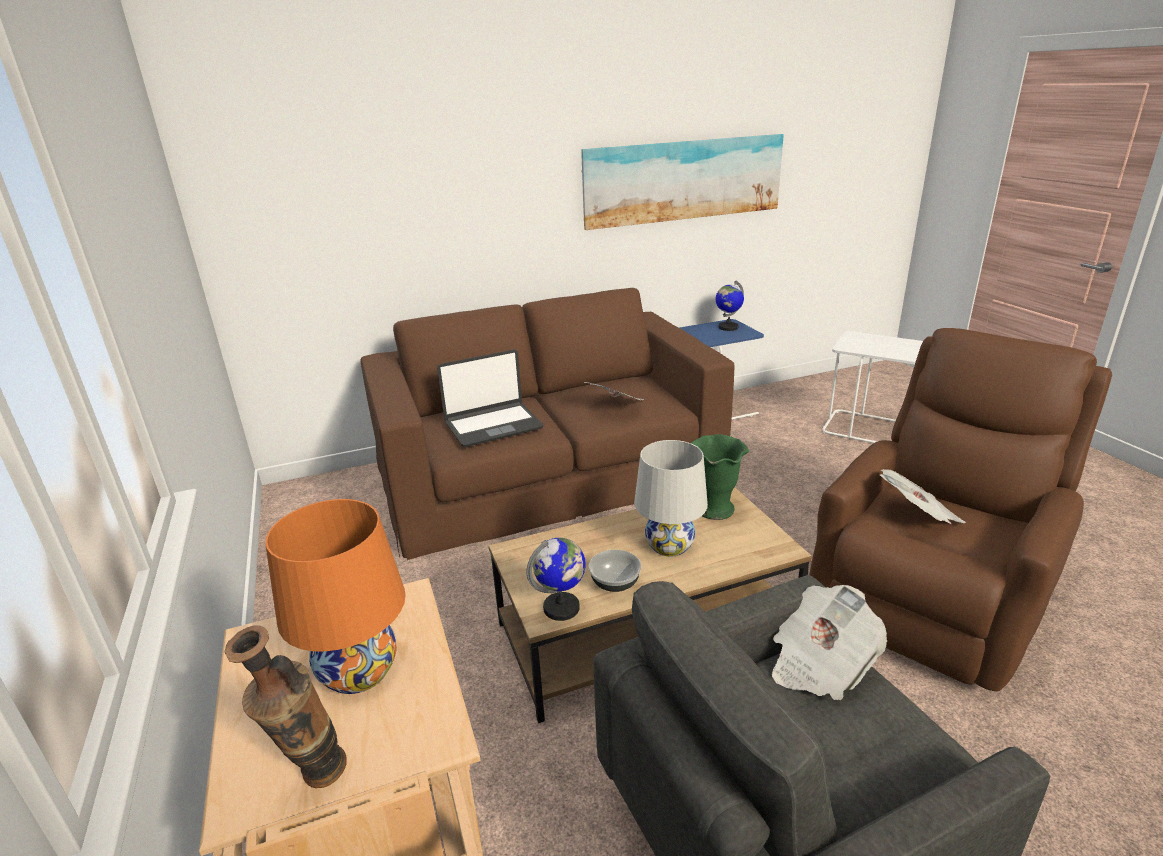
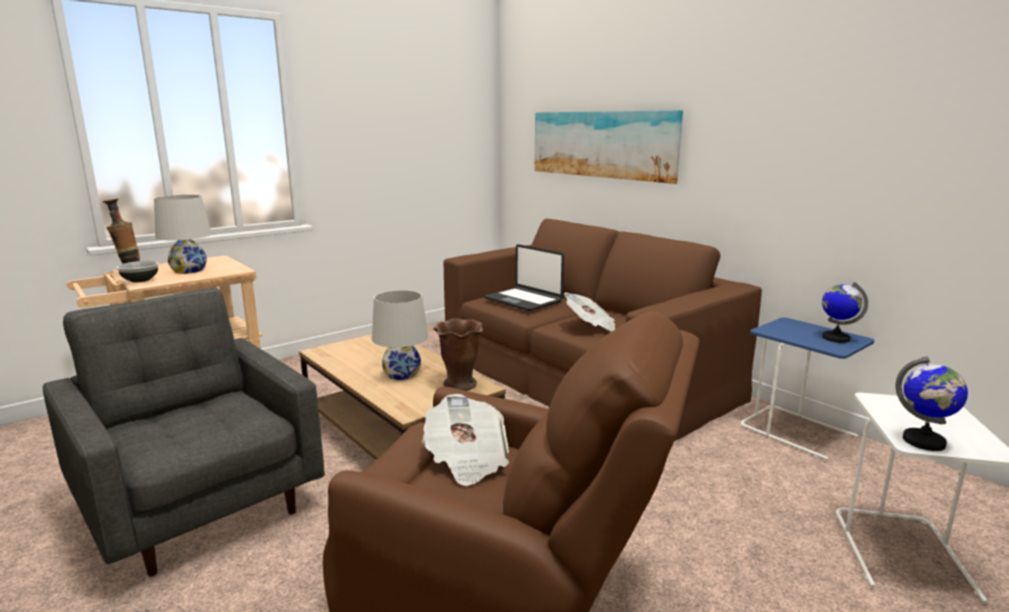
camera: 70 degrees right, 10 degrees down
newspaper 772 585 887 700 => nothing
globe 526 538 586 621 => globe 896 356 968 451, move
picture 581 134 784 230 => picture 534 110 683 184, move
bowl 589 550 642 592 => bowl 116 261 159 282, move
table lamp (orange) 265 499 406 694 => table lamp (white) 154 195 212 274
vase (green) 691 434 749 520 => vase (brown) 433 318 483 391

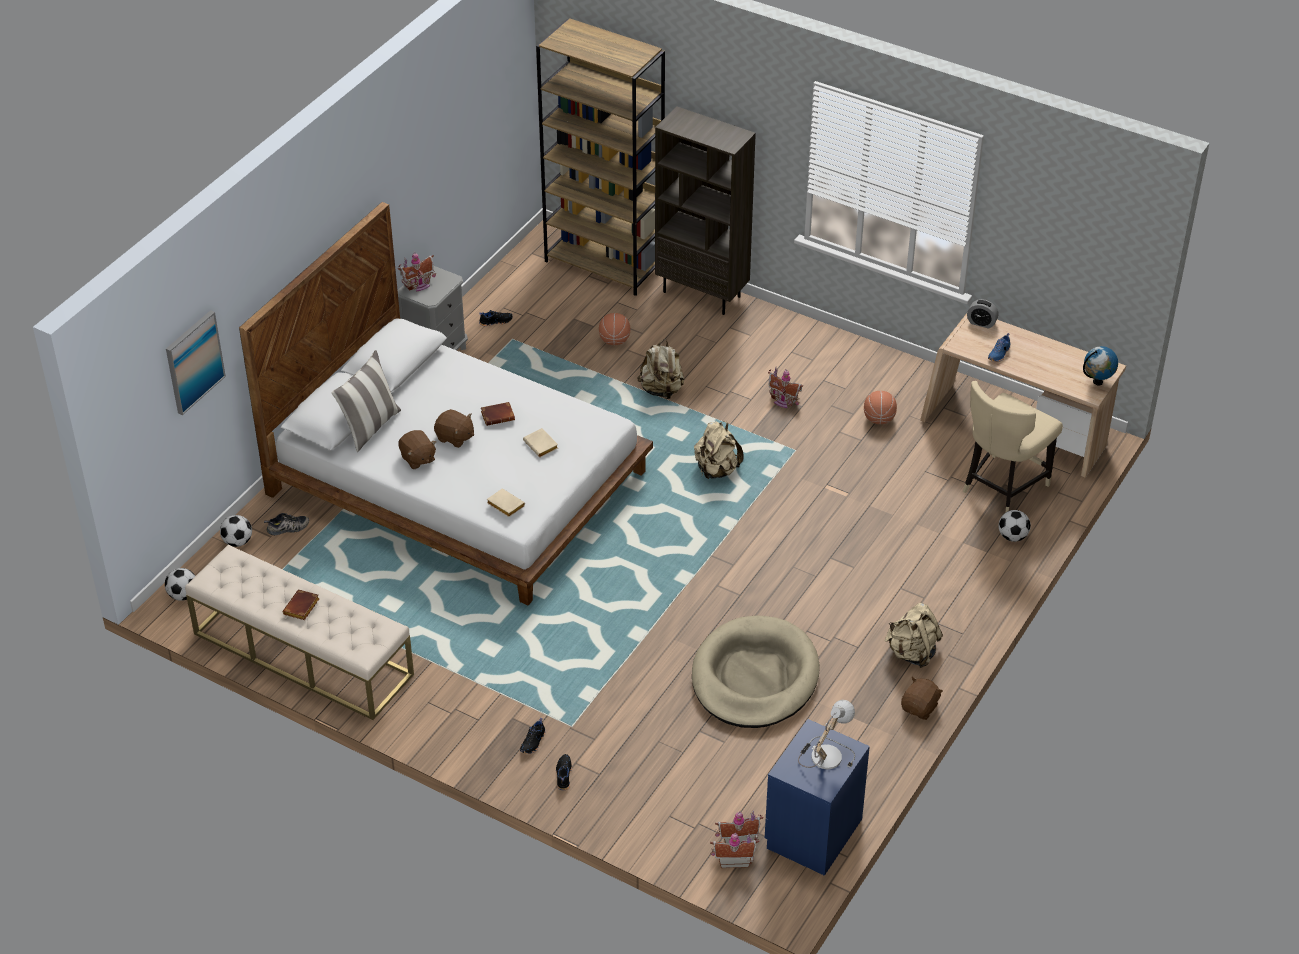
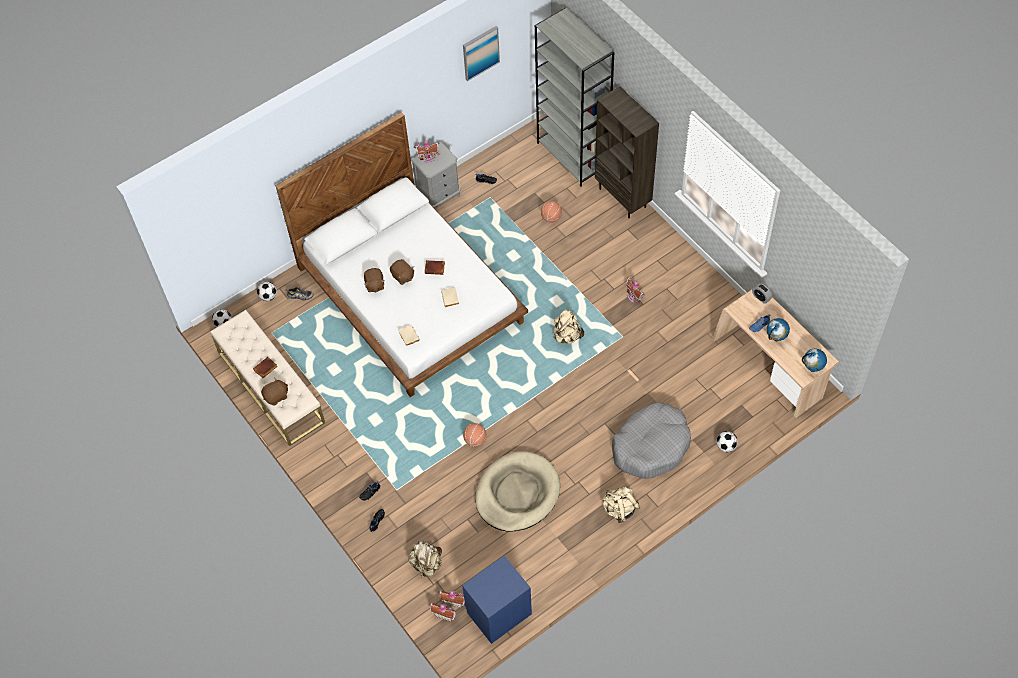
camera: 25 degrees right, 15 degrees up
pillow 331 350 401 452 => nothing
table lamp 798 700 855 770 => nothing
chair (beige) 963 381 1063 512 => nothing
nothing => dog bed (grey) 612 402 691 479
nothing => globe 767 318 790 341
picture 166 310 226 415 => picture 463 26 500 81, move
backpack (beige) 637 339 685 399 => backpack (beige) 408 541 442 577, move
basketball 864 391 897 424 => basketball 463 423 486 447, move
plush toy (brown) 901 676 943 720 => plush toy (brown) 261 379 288 406, move
bookcase (brown) 536 19 665 296 => bookcase (grey) 535 7 614 186

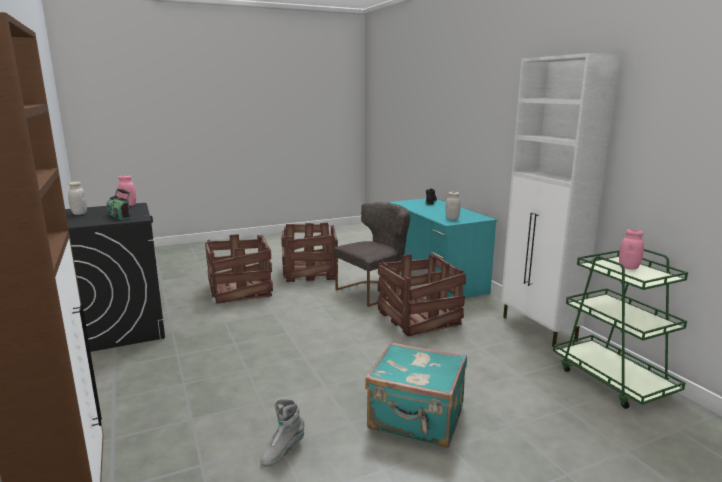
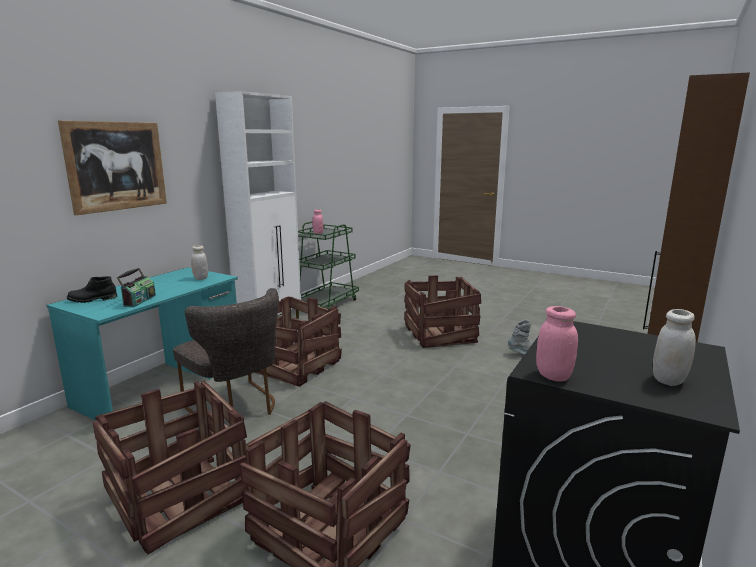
camera: 125 degrees left, 0 degrees up
nothing => picture 58 120 167 215
radio 107 188 131 220 => radio 117 268 156 307, move
suitcase (turquoise) 365 342 467 447 => crate 404 275 481 348
chair (grey) 334 202 410 307 => chair (grey) 173 288 279 427, 150 degrees counterclockwise

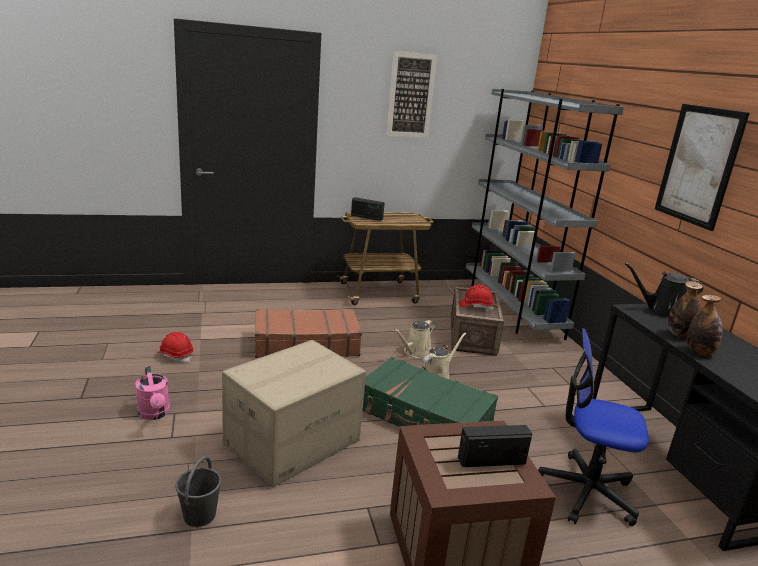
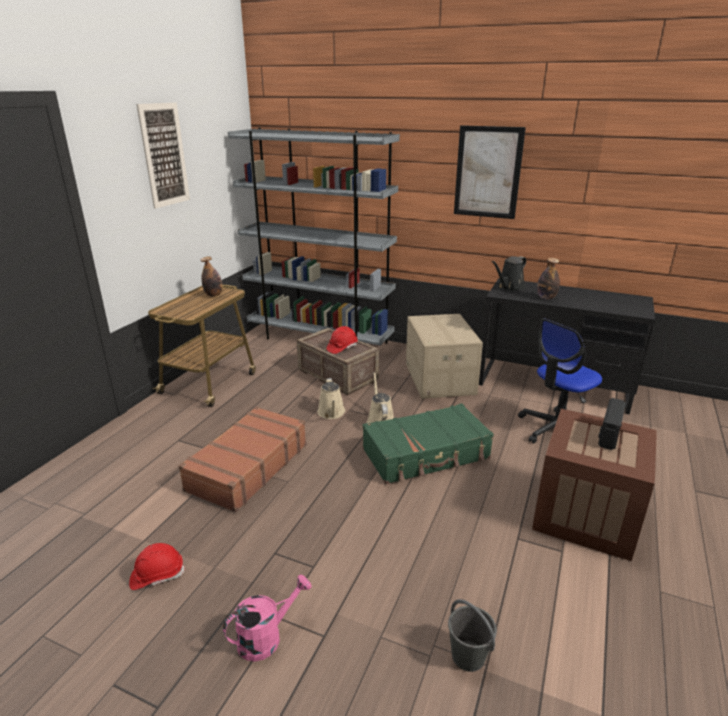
camera: 50 degrees left, 5 degrees up
radio 351 197 385 221 => nothing
cardboard box 222 340 366 487 => cardboard box 406 314 483 399, move
bottle 687 295 722 356 => bottle 201 256 223 296, move
watering can (pink) 135 366 170 420 => watering can (pink) 223 575 312 662, 45 degrees counterclockwise

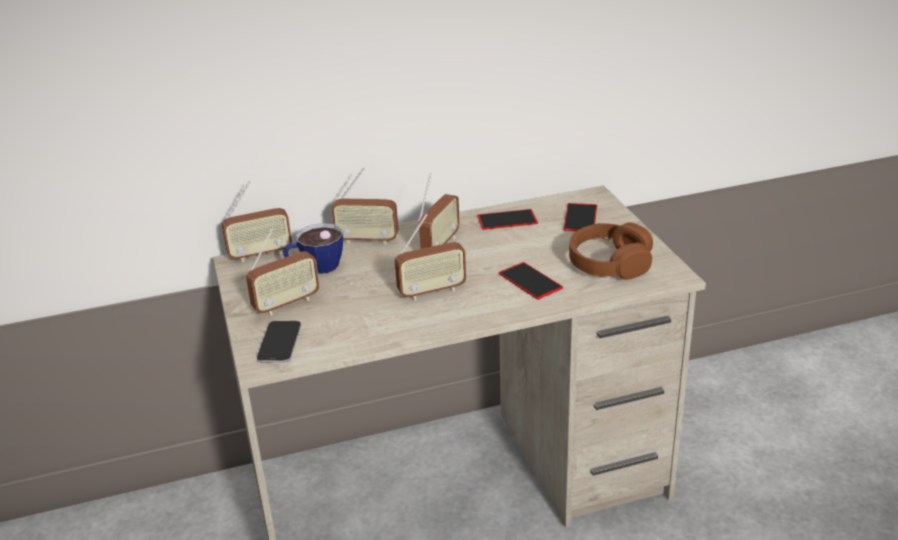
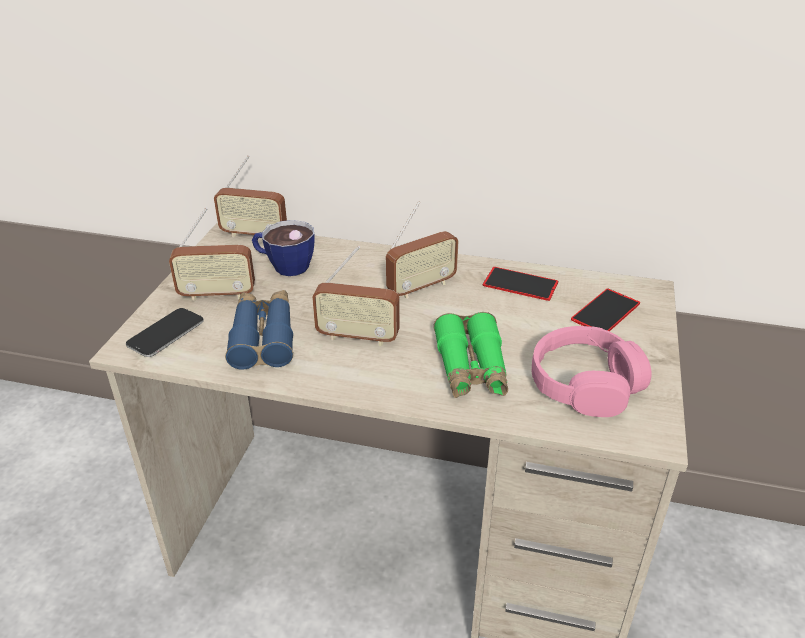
camera: 30 degrees right, 5 degrees up
radio 331 168 398 245 => nothing
nothing => binoculars (blue) 225 290 293 370
phone 499 262 563 300 => binoculars (green) 433 312 508 398
headphones (brown) 569 222 653 280 => headphones (pink) 532 326 652 417

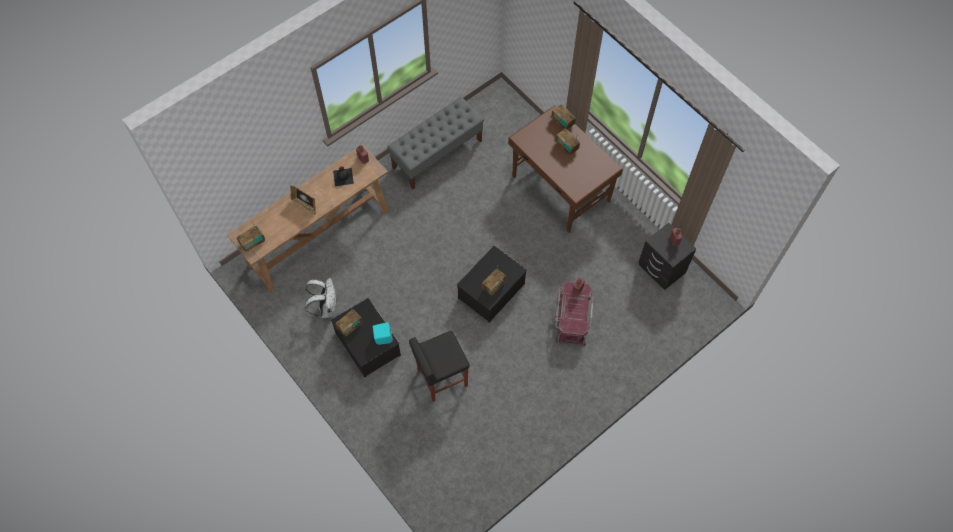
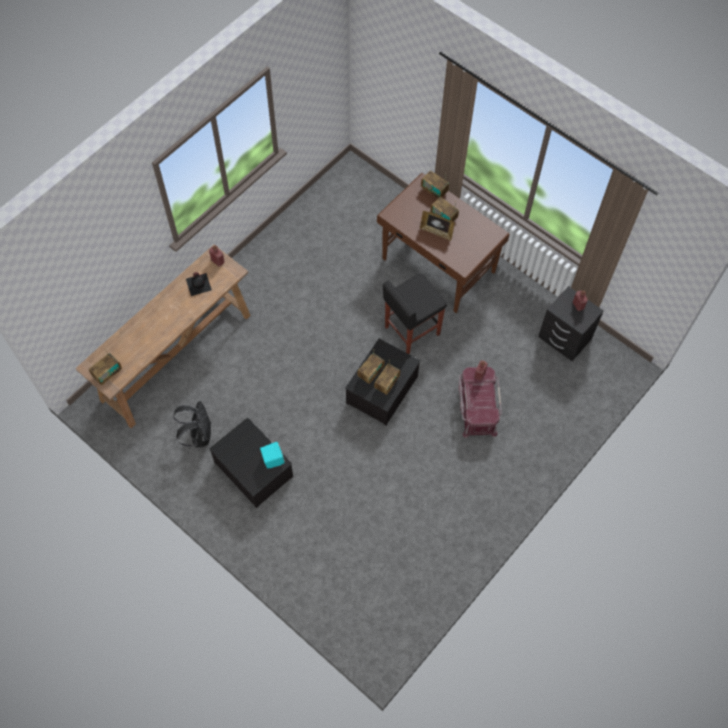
camera: 10 degrees left, 0 degrees up
bench (grey) 387 97 484 190 => nothing
picture frame 290 185 316 215 => picture frame 420 211 455 241, move
radio 336 309 363 337 => radio 358 349 385 384, move
stool (black) 409 331 470 402 => stool (black) 383 273 447 354, move
backpack (white) 305 278 337 318 => backpack (black) 173 401 211 448

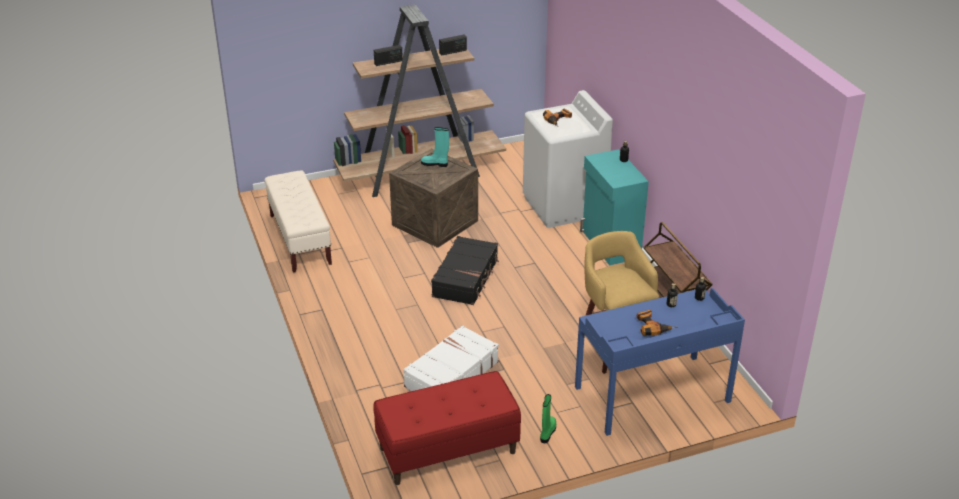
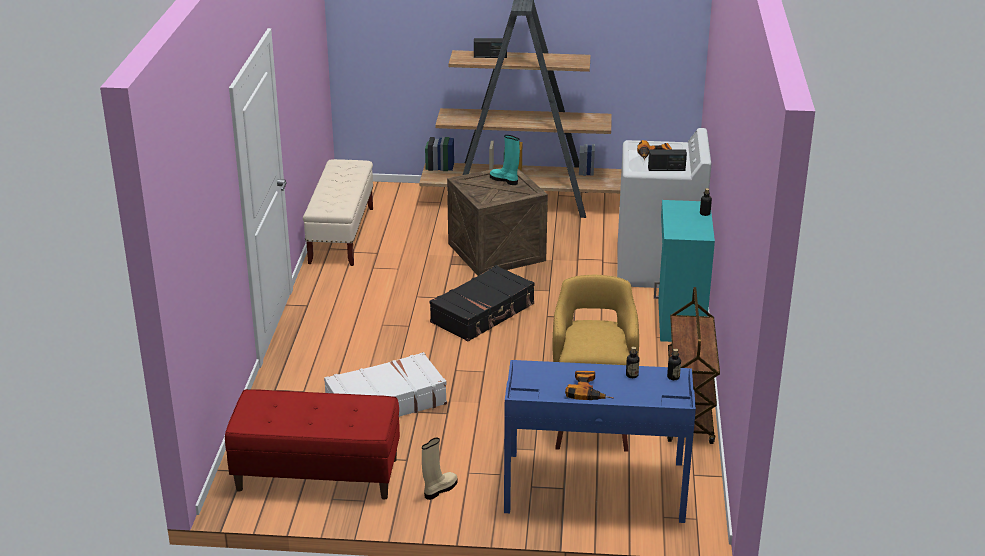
camera: 25 degrees right, 5 degrees down
radio 439 35 467 55 => radio 648 150 687 171, move
boot (green) 540 394 556 443 => boot (beige) 422 437 458 500

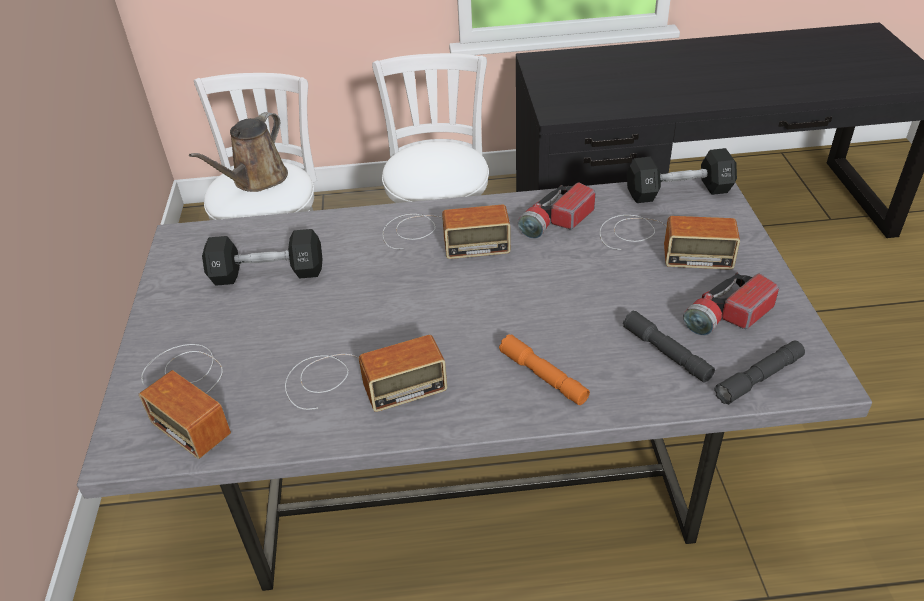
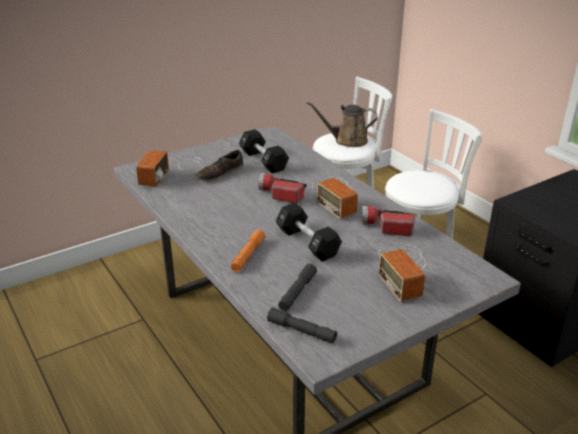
camera: 60 degrees right, 10 degrees down
radio 285 335 447 412 => nothing
nothing => shoe (brown) 196 150 243 181
dumbbell (black) 627 148 737 203 => dumbbell (black) 275 203 342 261, move
flashlight 683 273 779 336 => flashlight 259 173 307 204, move

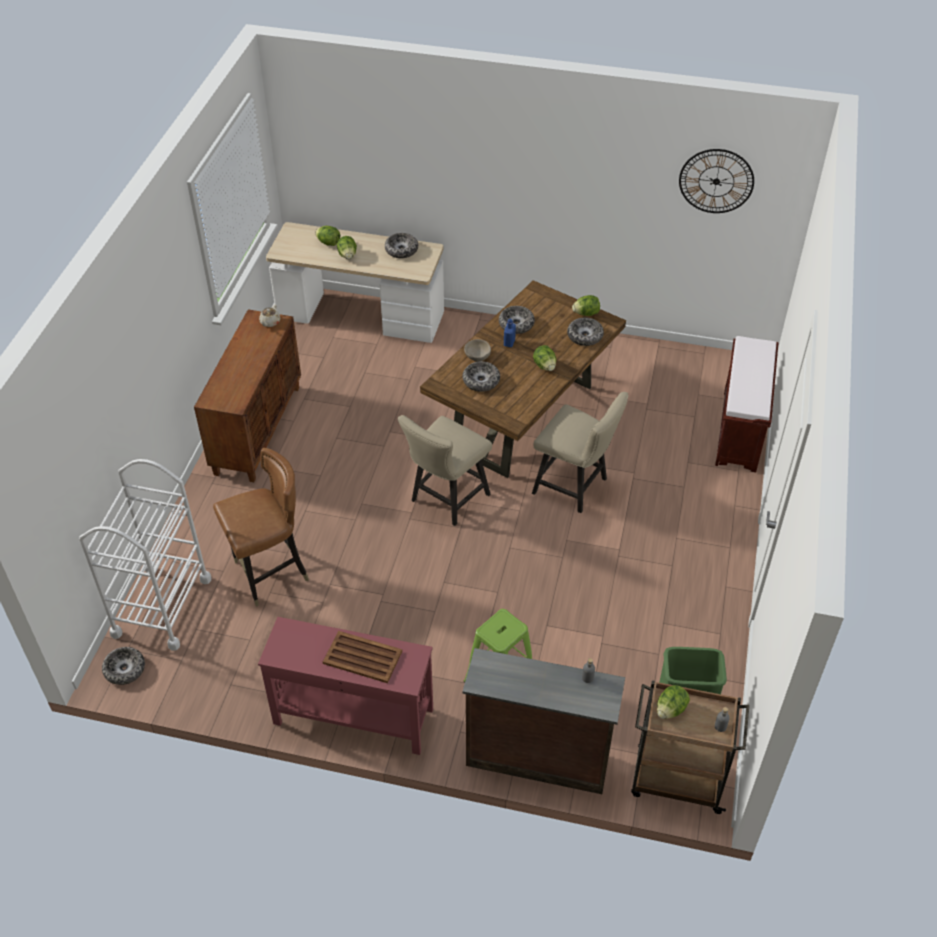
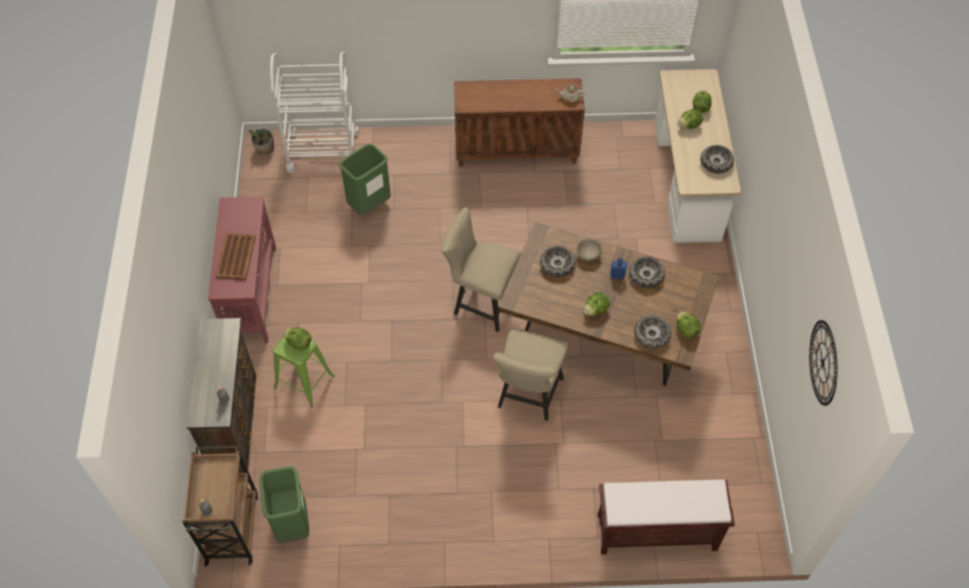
camera: 75 degrees right, 10 degrees up
lettuce 657 685 690 719 => lettuce 284 327 311 350, move
bowl 102 647 145 685 => potted plant 249 129 274 155
chair (brown) 213 448 309 607 => trash can (green) 339 143 391 216

